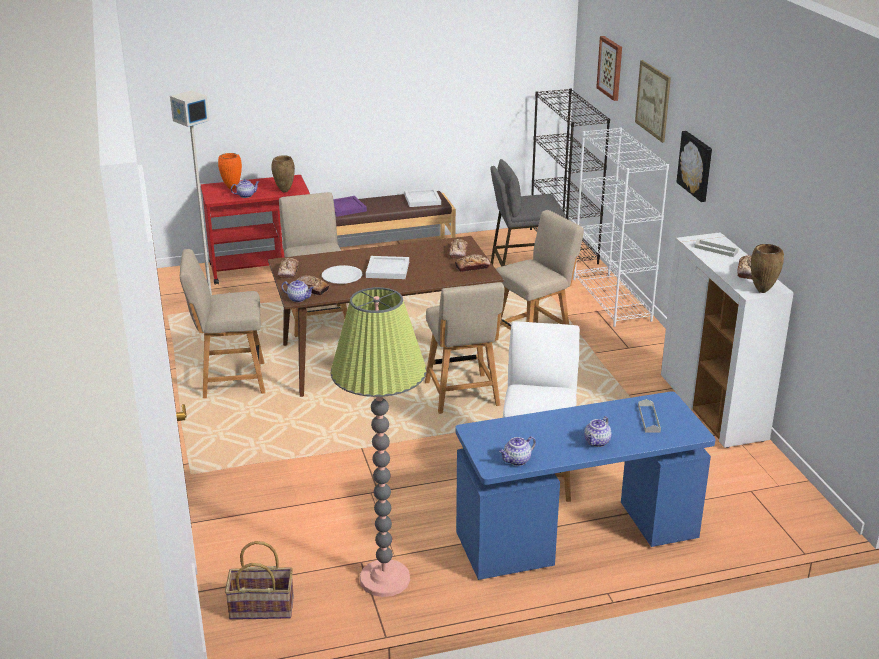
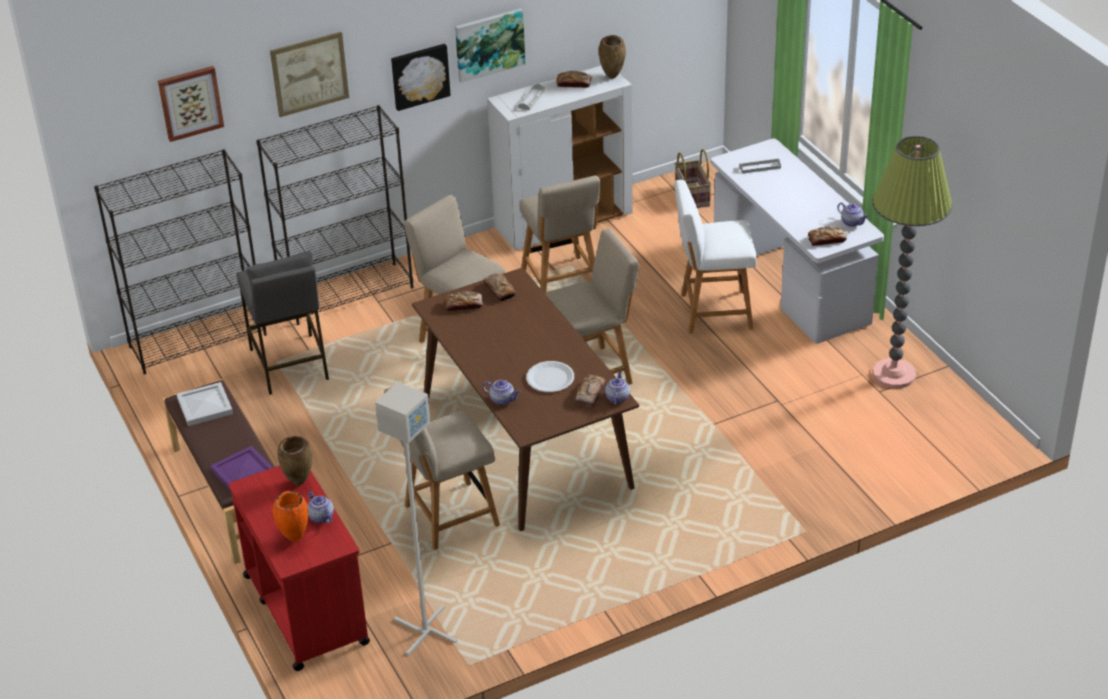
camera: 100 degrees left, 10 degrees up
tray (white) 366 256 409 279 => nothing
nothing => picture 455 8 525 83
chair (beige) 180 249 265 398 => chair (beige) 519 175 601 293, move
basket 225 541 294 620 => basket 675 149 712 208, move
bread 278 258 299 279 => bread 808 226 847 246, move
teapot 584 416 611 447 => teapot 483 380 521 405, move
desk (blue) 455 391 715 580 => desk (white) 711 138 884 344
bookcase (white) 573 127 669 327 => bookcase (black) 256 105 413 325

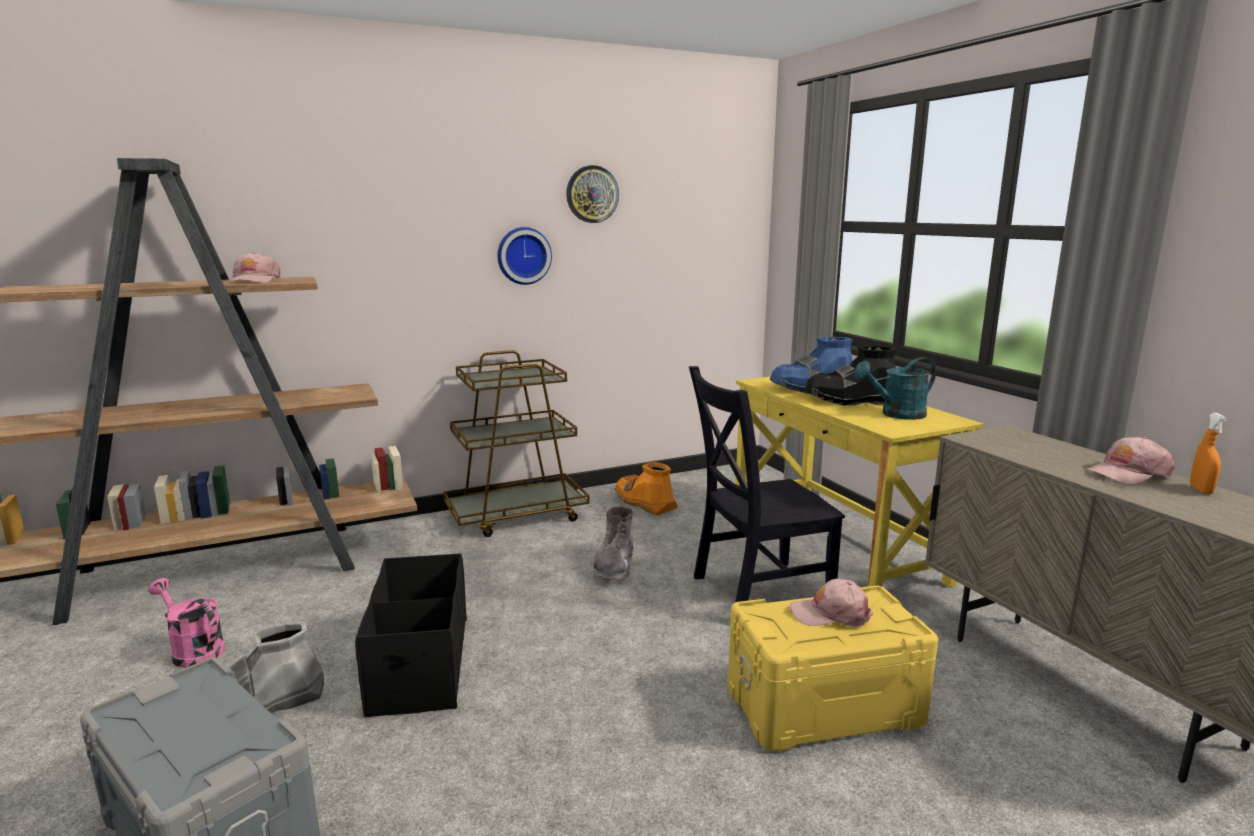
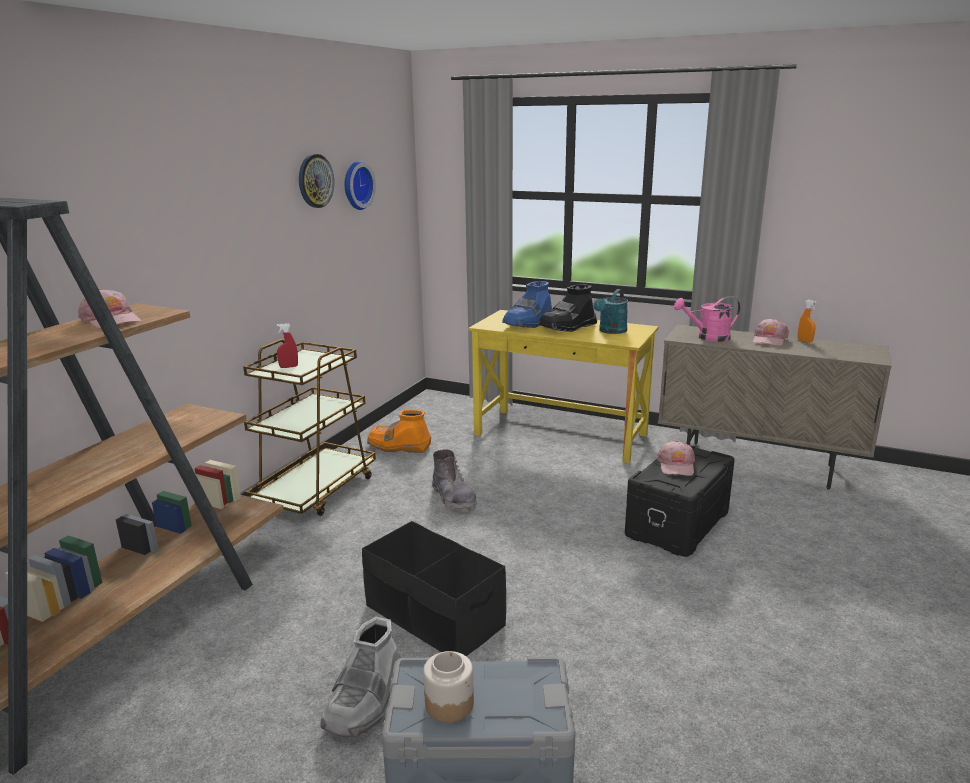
camera: 40 degrees left, 5 degrees up
chair (black) 689 366 845 602 => nothing
nothing => spray bottle (red) 276 323 298 368
nothing => jar 423 651 474 723
watering can (pink) 148 578 225 668 => watering can (pink) 674 296 740 342, move
wall clock 497 227 552 285 => wall clock 344 161 376 210, move
storage box (yellow) 728 586 938 751 => storage box (black) 625 445 735 557
cap (pink) 790 579 873 626 => cap (pink) 657 441 695 476, 45 degrees counterclockwise

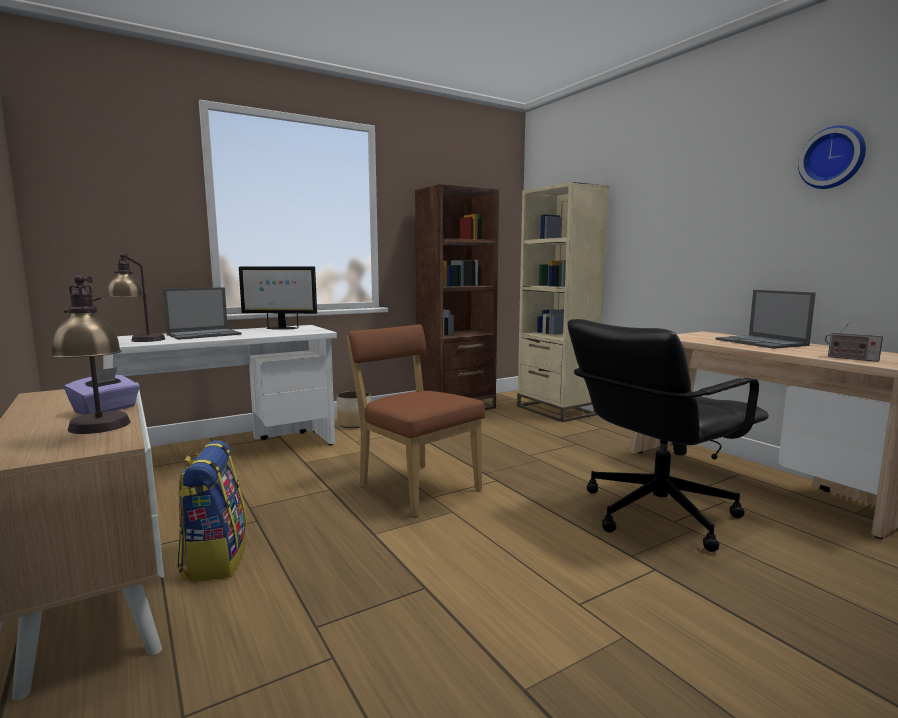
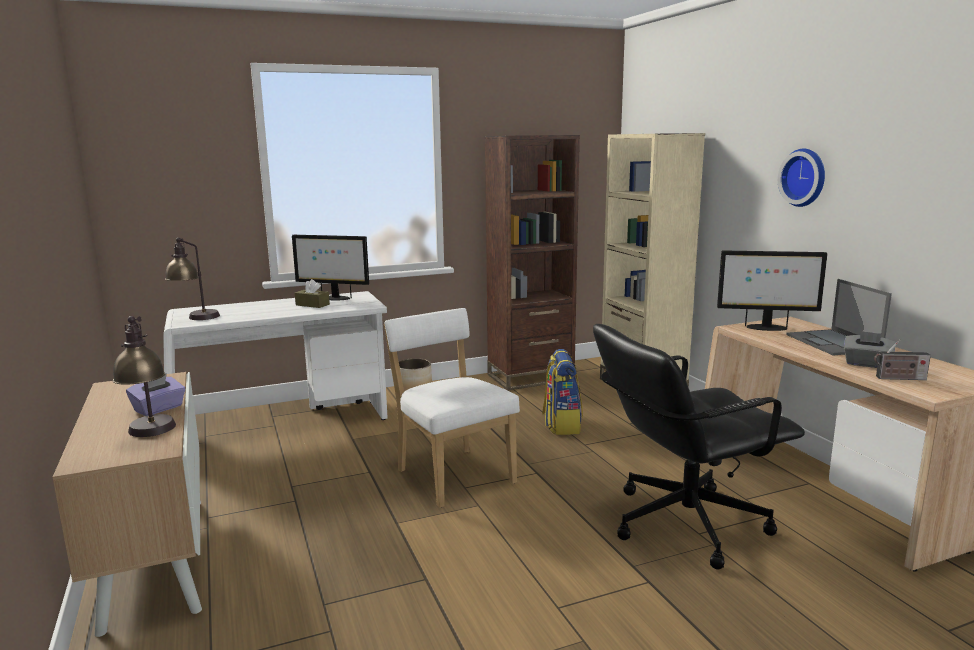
camera: 10 degrees right, 5 degrees up
laptop 163 287 241 340 => nothing
nothing => tissue box (brown) 295 279 330 308
nothing => monitor 717 250 827 331
nothing => tissue box (grey) 844 331 895 368
backpack 177 440 247 582 => backpack 542 349 583 435, move
wall clock 798 125 866 189 => wall clock 778 148 825 207, move
chair (brown) 347 324 485 517 => chair (white) 384 308 520 508
radio 825 321 883 362 => radio 874 339 931 380, 45 degrees counterclockwise

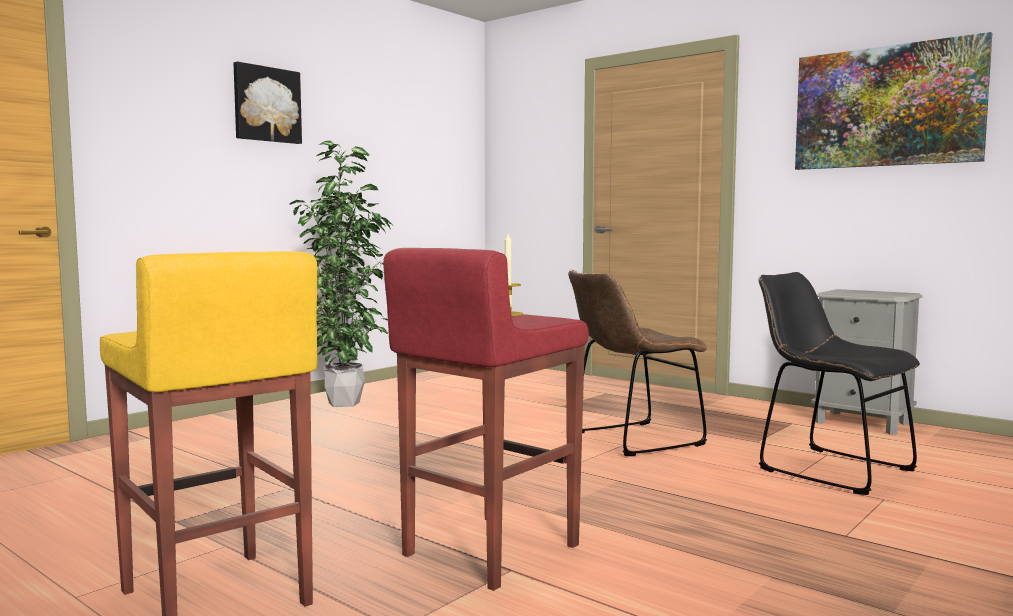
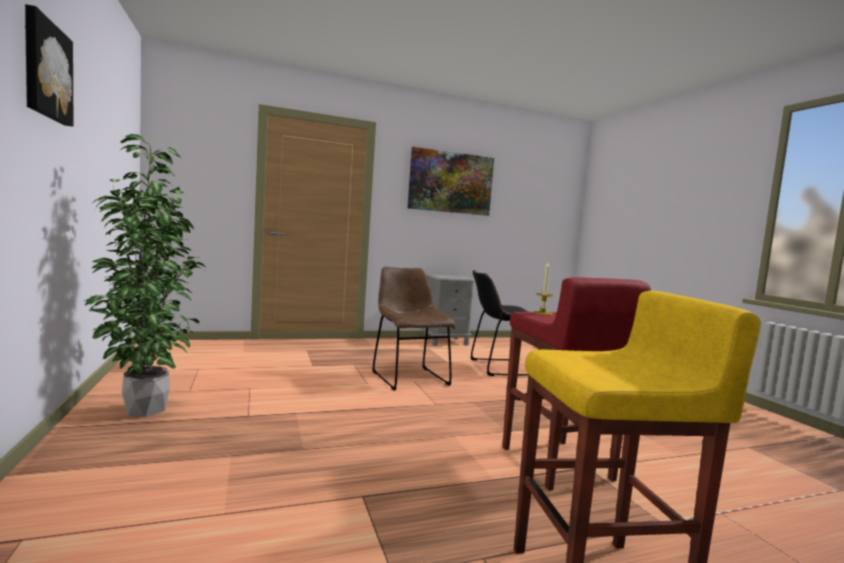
camera: 60 degrees left, 0 degrees up
chair (brown) 568 270 707 456 => chair (brown) 372 267 455 390, 150 degrees clockwise

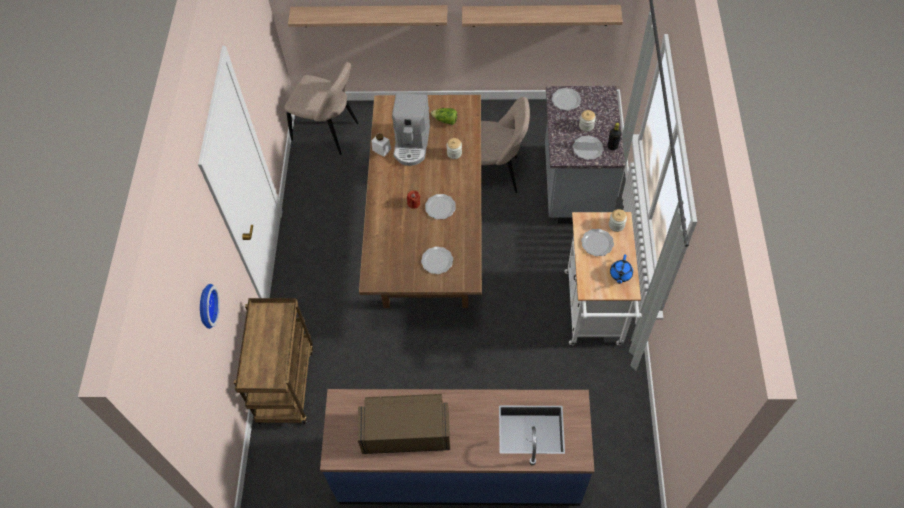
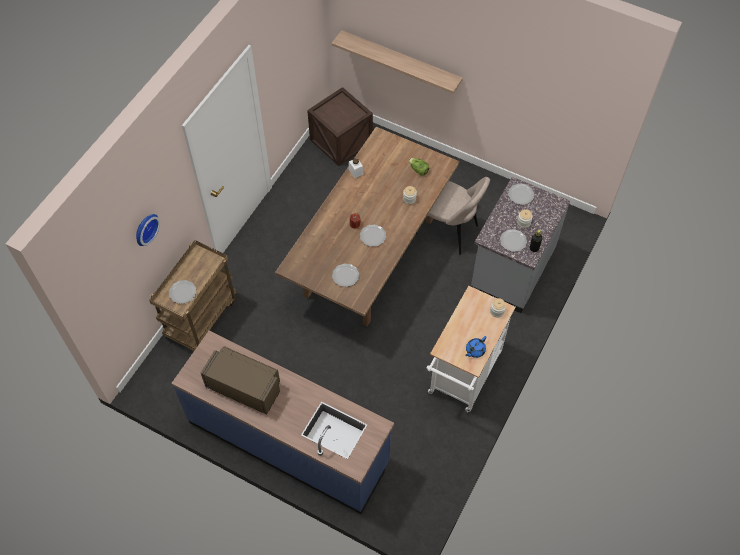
camera: 25 degrees right, 0 degrees up
coffee machine 392 93 430 166 => nothing
shelf 462 5 623 27 => nothing
plate 581 229 614 256 => plate 169 280 196 304, move
chair (beige) 285 62 359 155 => crate 307 87 373 166

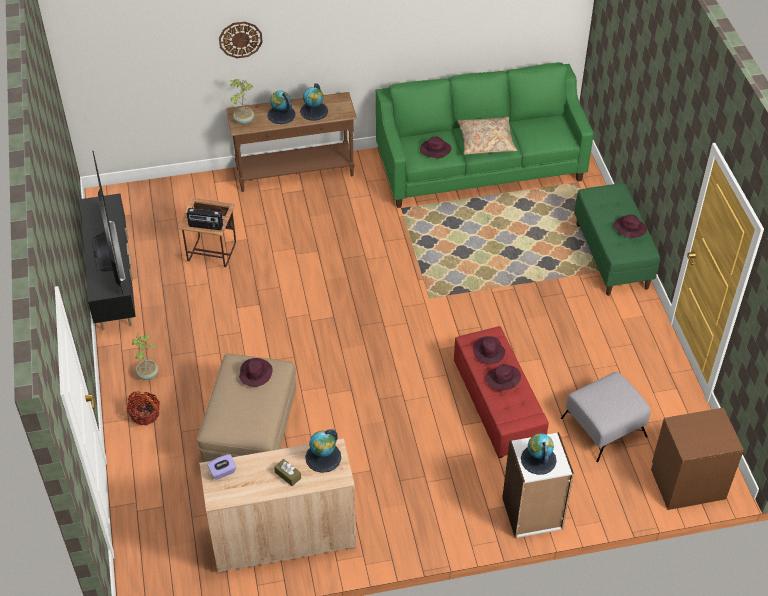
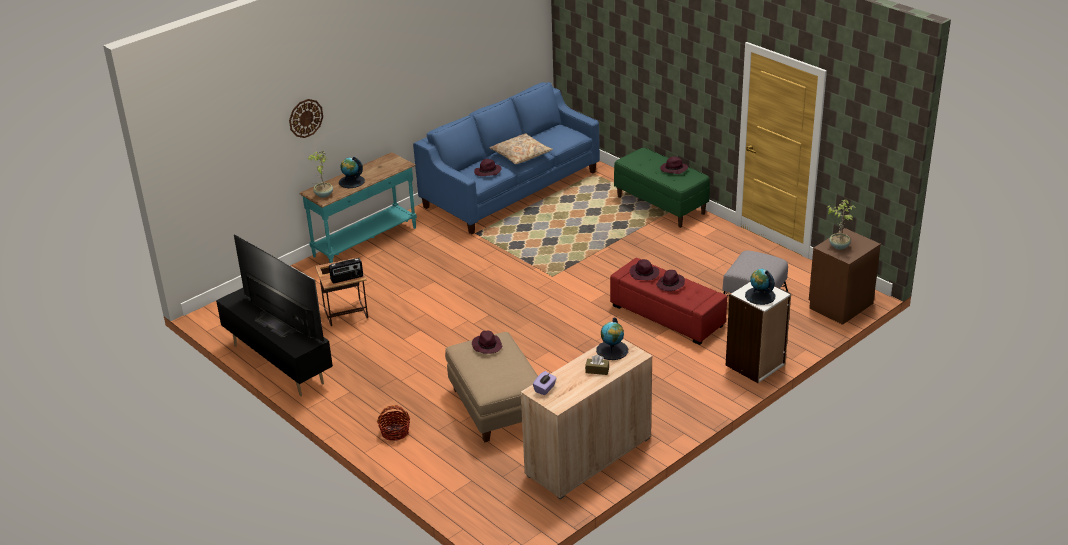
camera: 30 degrees left, 15 degrees down
globe 300 83 328 121 => nothing
potted plant 132 333 158 380 => potted plant 826 199 856 250, move
console table (brown) 226 92 357 192 => console table (turquoise) 300 152 417 263
sofa (green) 376 62 594 208 => sofa (blue) 413 82 600 234

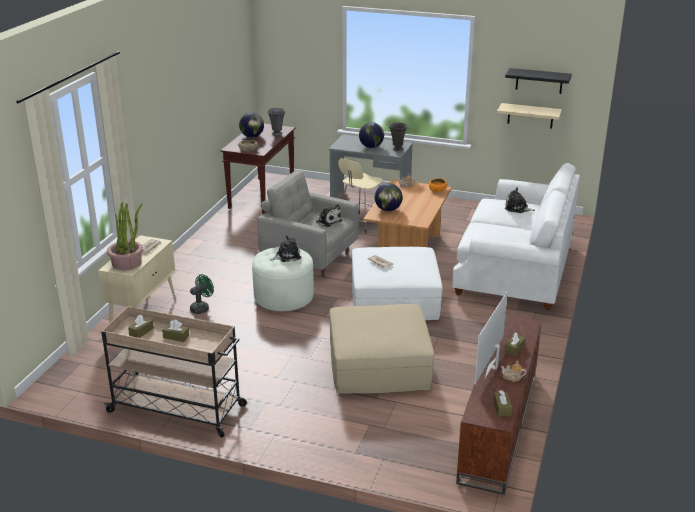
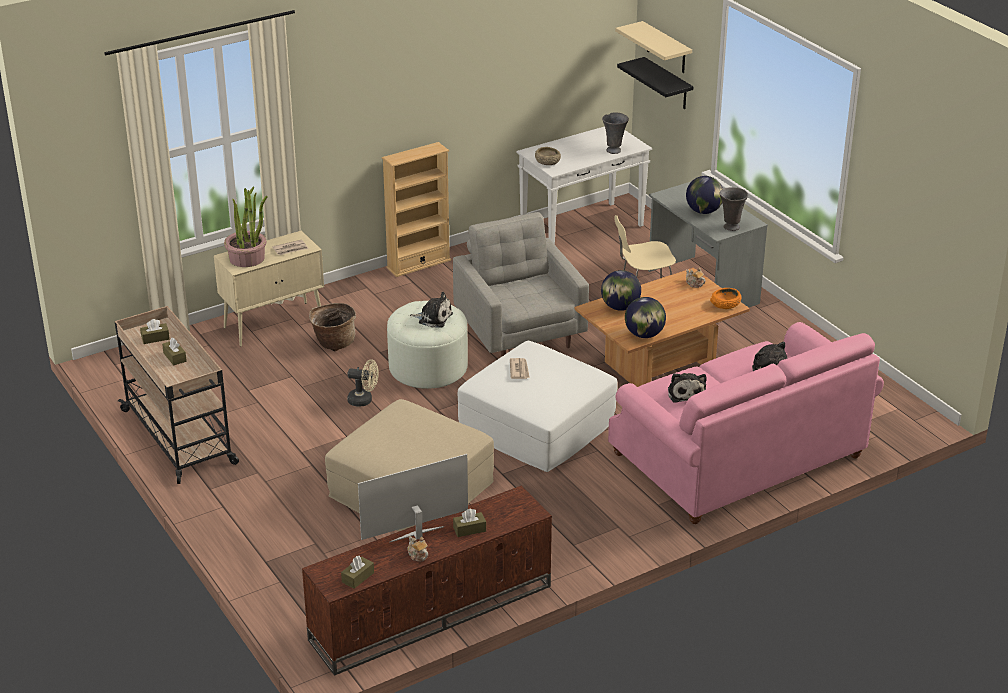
camera: 40 degrees right, 5 degrees up
nothing => fan (beige) 347 359 379 407
nothing => bookcase (beige) 382 142 451 277
globe 239 112 264 138 => globe 625 297 666 338, move
plush toy 314 204 342 227 => plush toy 668 373 707 402, move
shelf (beige) 497 103 562 129 => shelf (beige) 615 21 692 73, move
shelf (black) 505 68 572 94 => shelf (black) 617 57 693 109, move
fan (green) 190 274 214 314 => basket 309 303 356 351
console table (brown) 220 124 296 214 => console table (white) 516 126 652 244
sofa (white) 453 163 580 310 => sofa (pink) 608 322 884 524

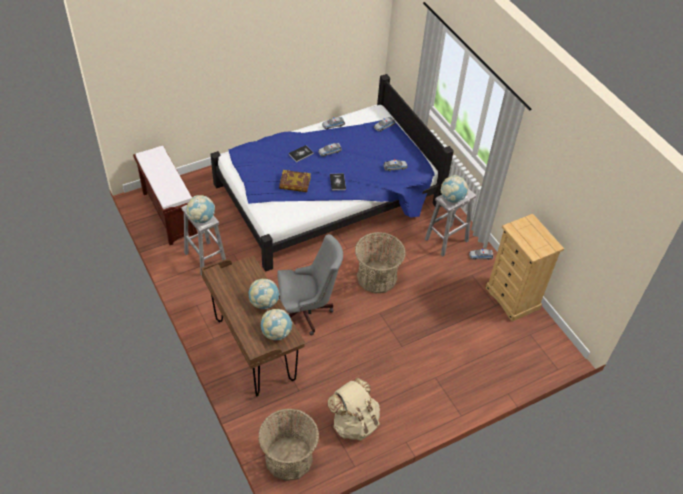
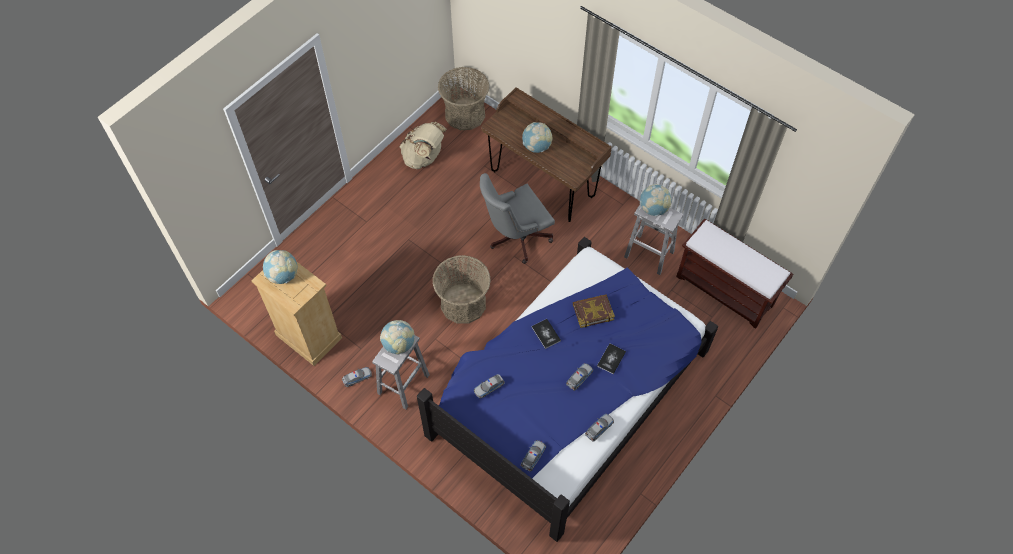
camera: 160 degrees right, 10 degrees up
globe 261 309 292 340 => globe 263 250 297 284, move

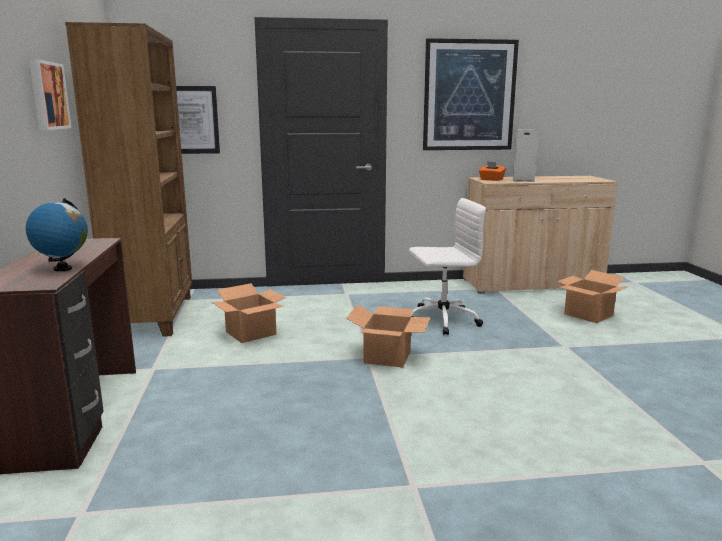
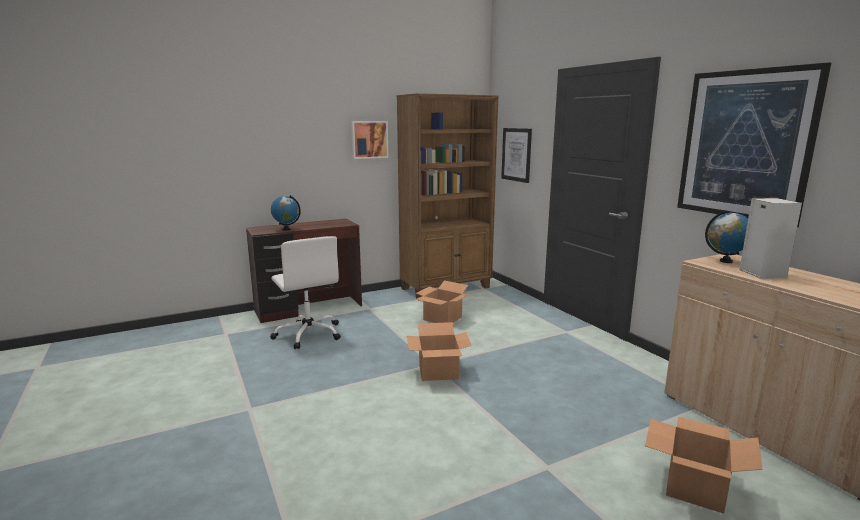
camera: 70 degrees right, 0 degrees up
office chair (white) 409 198 486 335 => office chair (white) 270 236 341 349, move
tissue box (orange) 479 161 506 181 => globe 705 211 748 263

